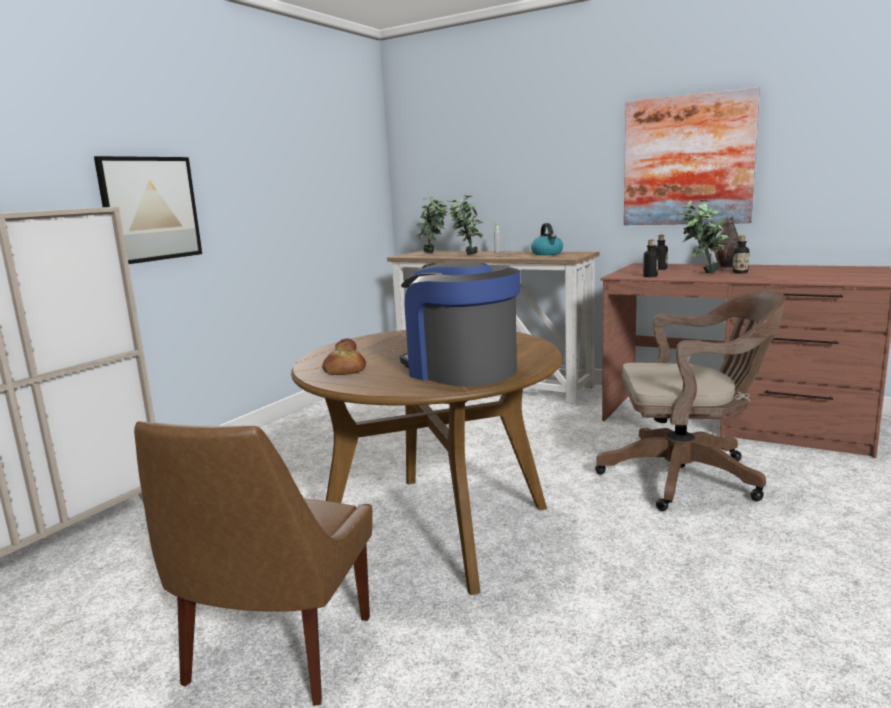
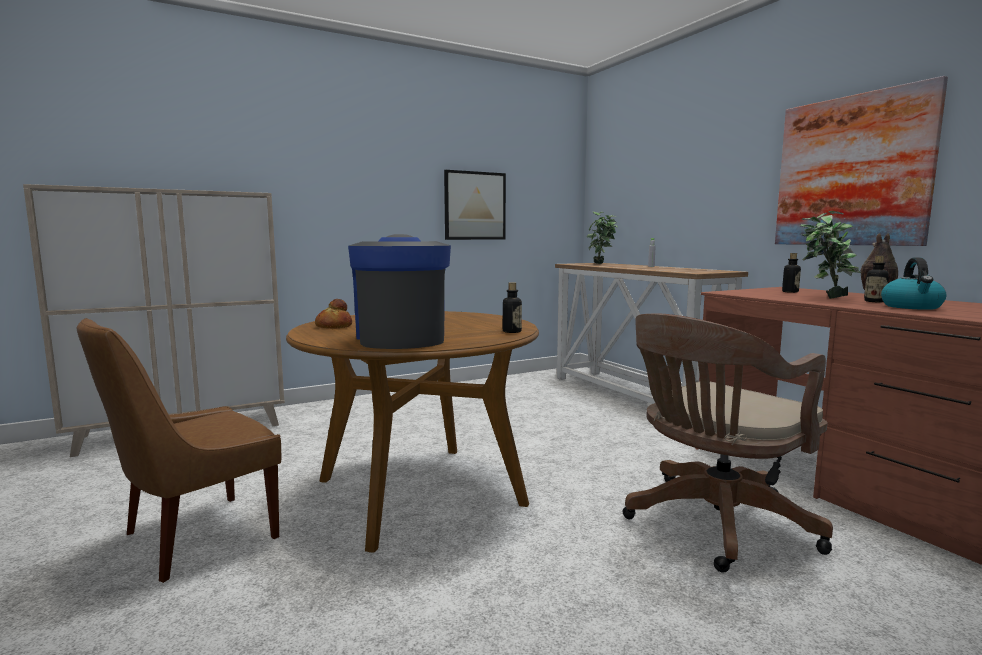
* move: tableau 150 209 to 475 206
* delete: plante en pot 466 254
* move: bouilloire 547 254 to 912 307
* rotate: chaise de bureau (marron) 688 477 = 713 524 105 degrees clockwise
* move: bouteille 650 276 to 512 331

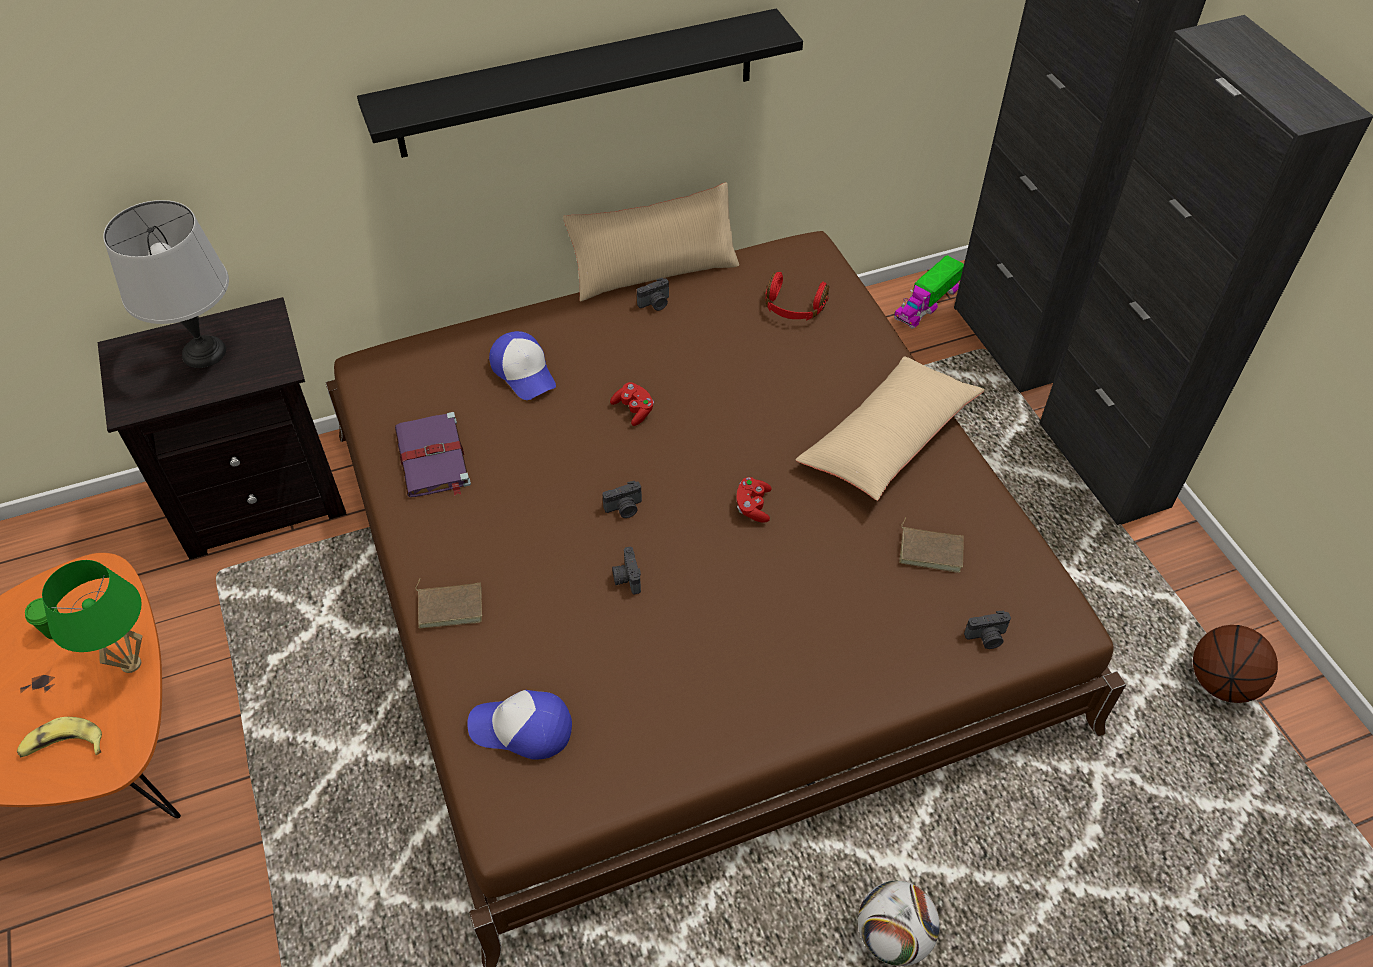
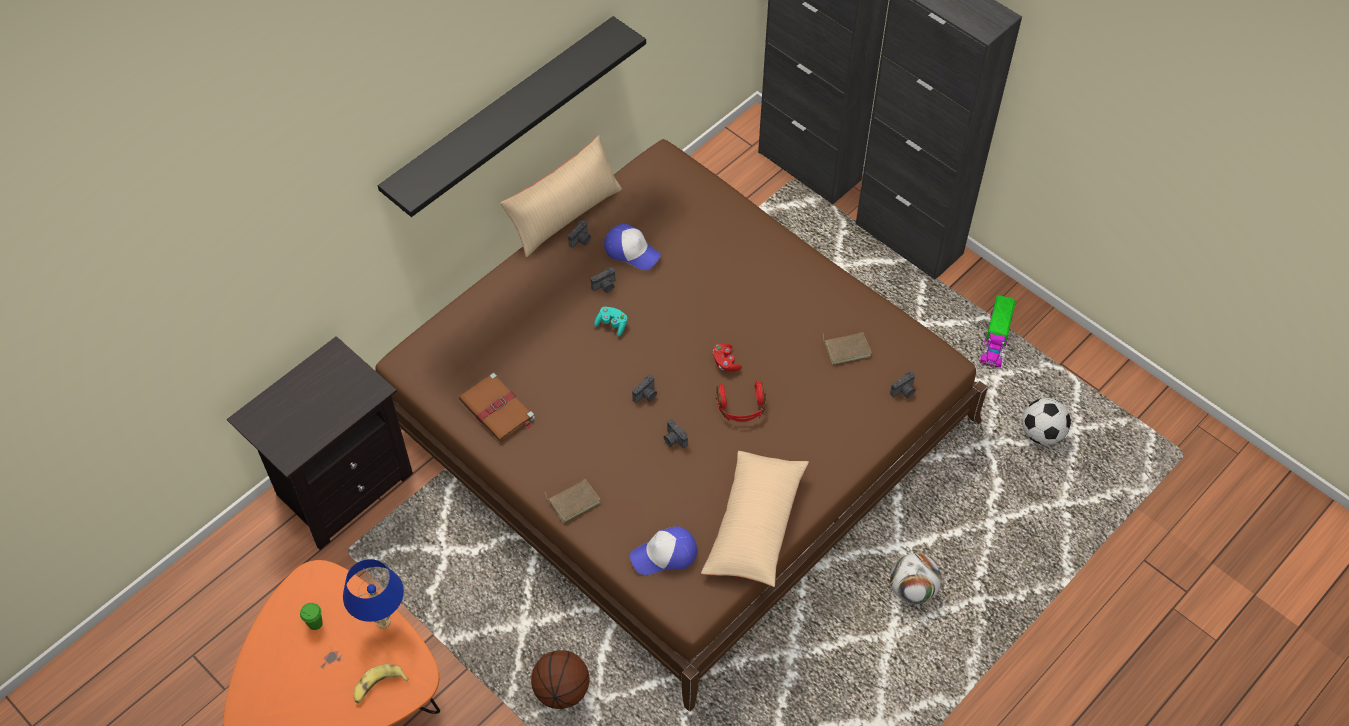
* recolor: lampe de table (vert) 131 664 to lampe de table (bleu) 383 622
* delete: lampe de table (gris) 204 353
* recolor: livre (violet) 433 459 to livre (marron) 498 410
* move: casquette 524 372 to 632 251
* recolor: manette (rouge) 634 410 to manette (turquoise) 612 324
* move: casque audio (rouge) 794 308 to 741 407
* move: coussin (beige) 888 439 to 755 525
* move: camion jouet 927 303 to 996 339
* move: ballon de basket 1221 681 to 561 689
* insert: appareil photo 605 286
* insert: ballon de foot 1041 433

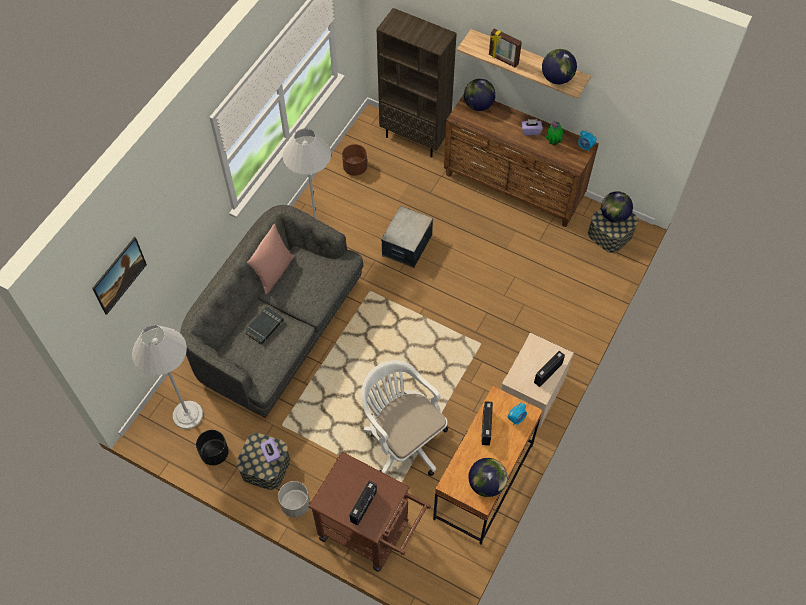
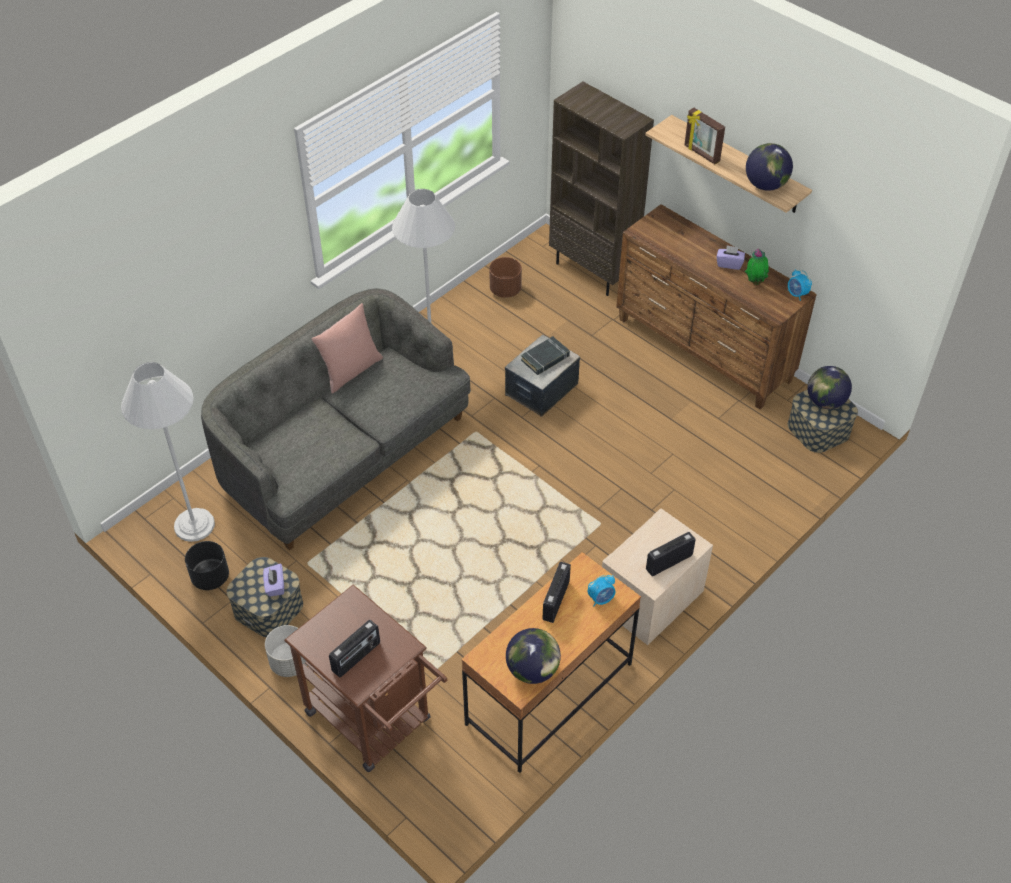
* delete: tableau 122 282
* move: livre (noir) 264 327 to 545 358
* delete: chaise de bureau (blanc) 402 439
* delete: globe 478 105

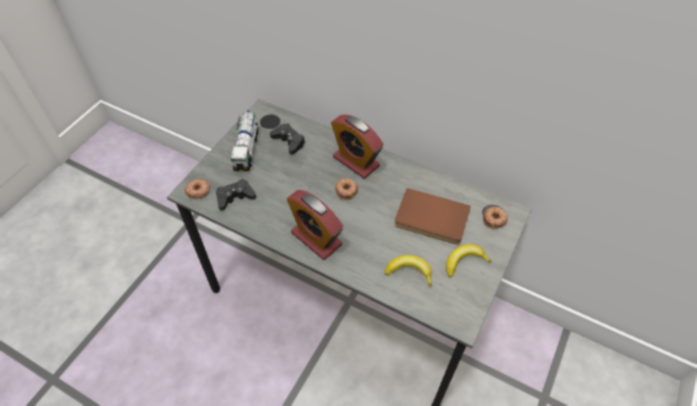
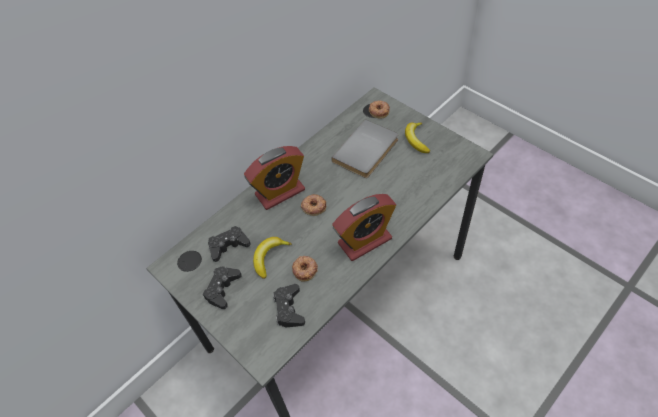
* move: beignet 198 191 to 305 269
* replace: camion jouet 246 149 to manette (noir) 222 289
* move: banane 409 272 to 269 257
* recolor: livre (marron) 431 220 to livre (gris) 367 151

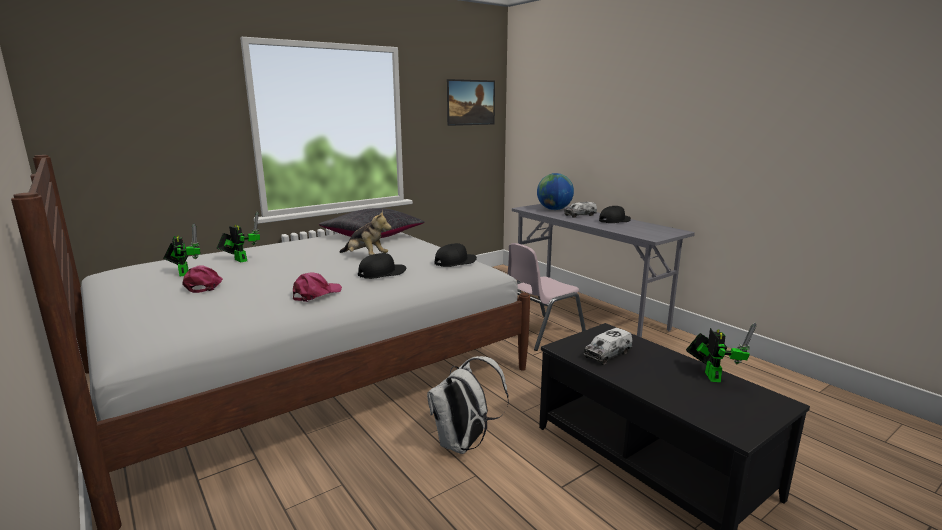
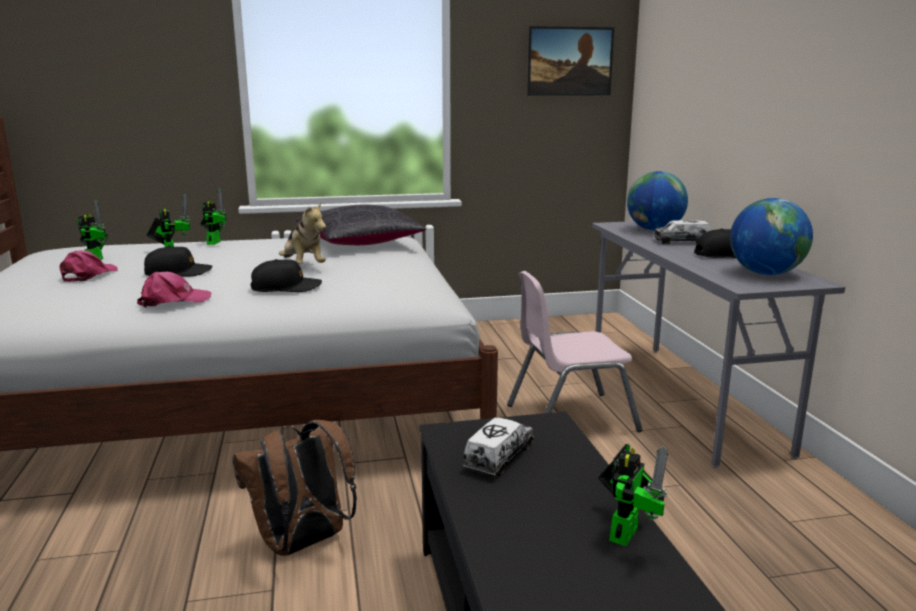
* recolor: sac à dos (blanc) 464 444 to sac à dos (marron) 302 544
* move: casquette (noir) 455 262 to 178 273
* rotate: camion jouet 607 354 = 499 457 135 degrees clockwise
* insert: robot jouet 215 242
* insert: globe 765 273

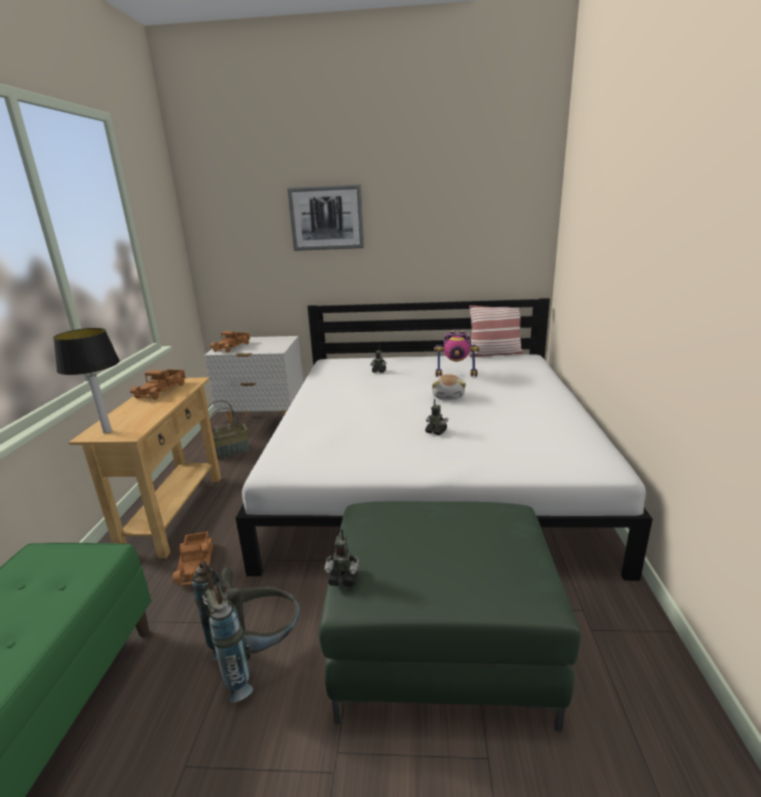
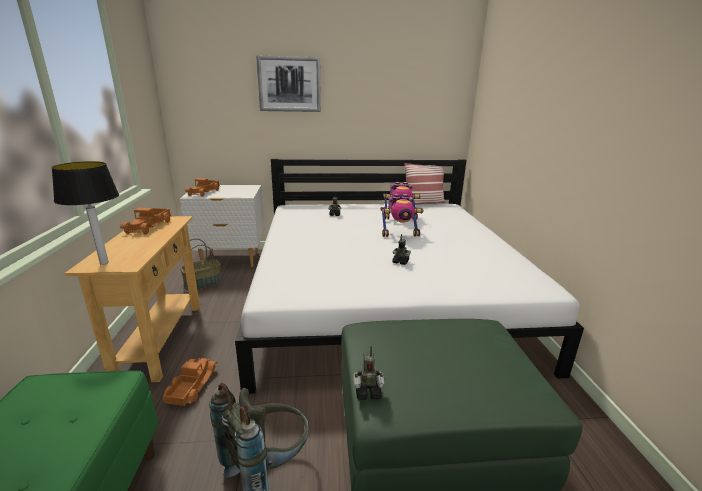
* rotate: camion jouet 196 564 = 191 386 150 degrees counterclockwise
* replace: peluche 448 396 to robot jouet 400 234

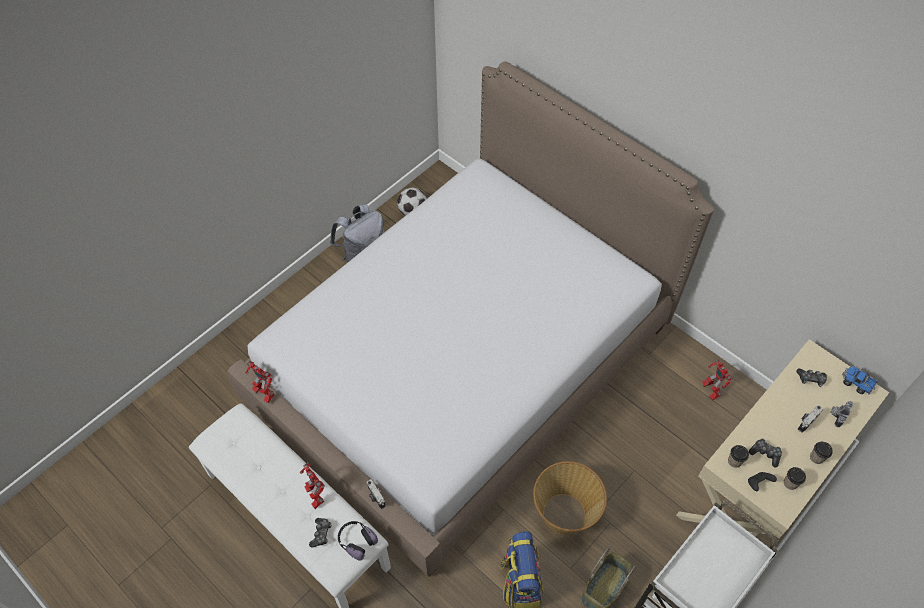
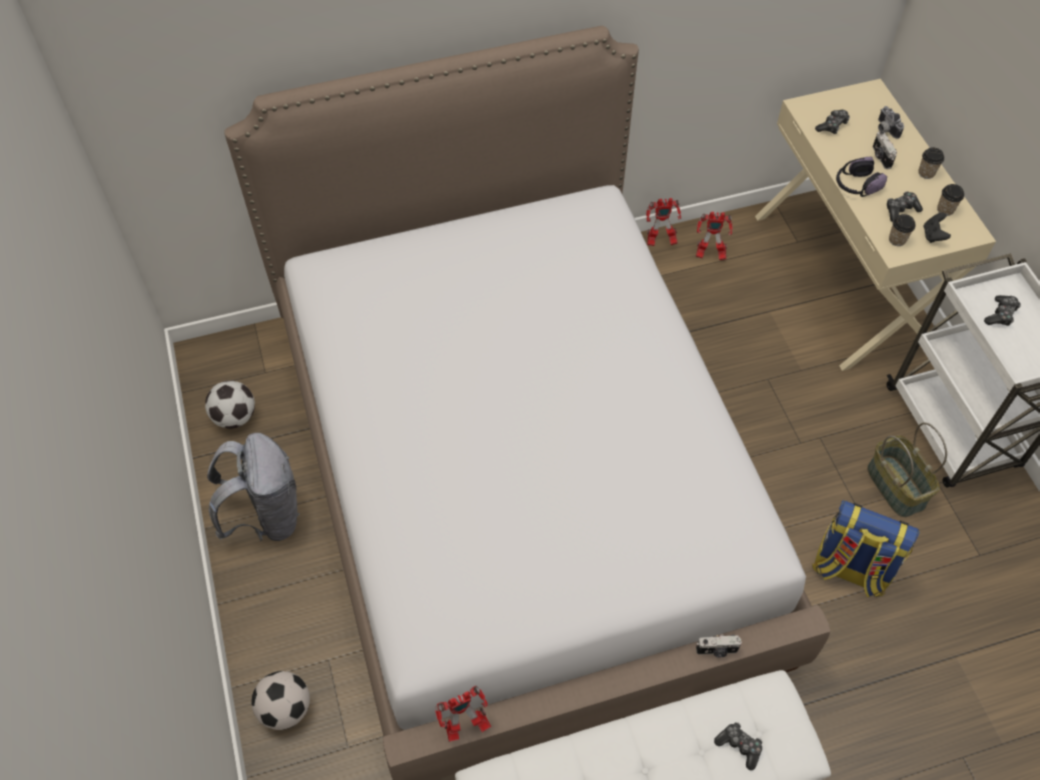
* move: robot jouet 315 494 to 660 241
* move: casque audio 356 541 to 856 185
* delete: panier 565 513
* delete: camion jouet 856 383
* insert: ballon de foot 285 709
* insert: manette 1000 315

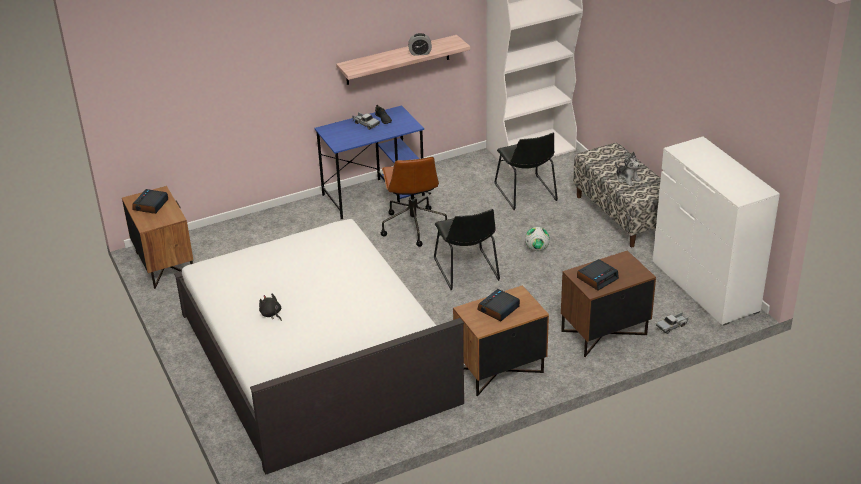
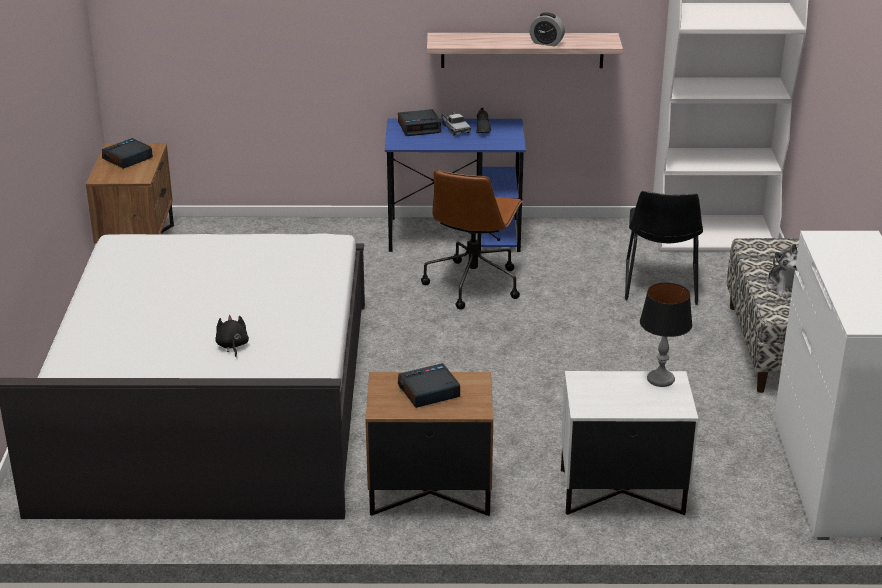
* move: peluche (noir) 271 314 to 232 346
* delete: chaise (noir) 467 271
* delete: ballon de foot 537 249
* recolor: table de chevet (marron) 604 333 to table de chevet (blanc) 621 493
* move: réveil 597 278 to 419 127
* delete: camion jouet 672 326
* insert: lampe de table 660 379

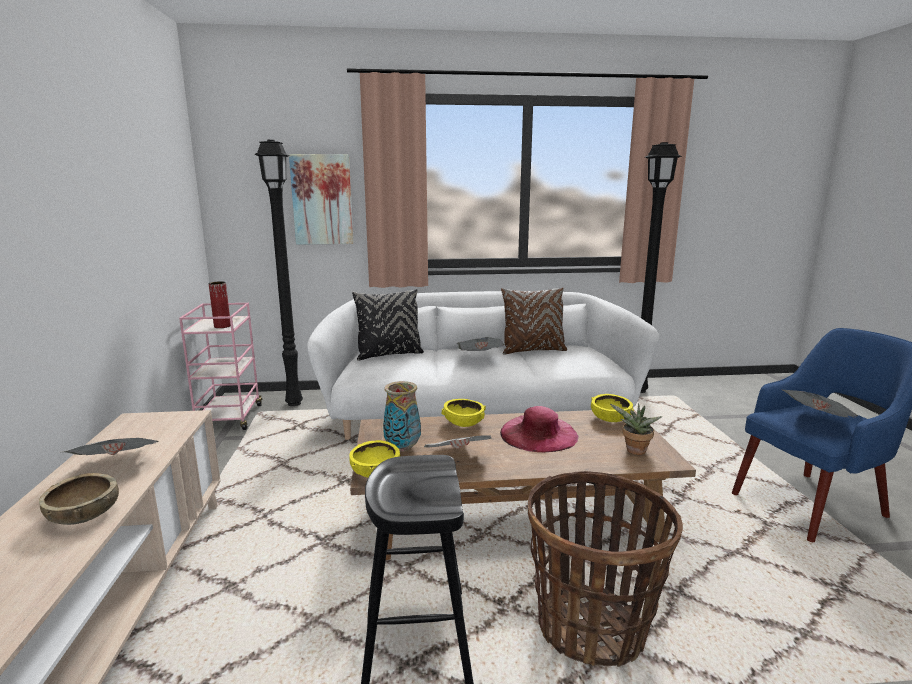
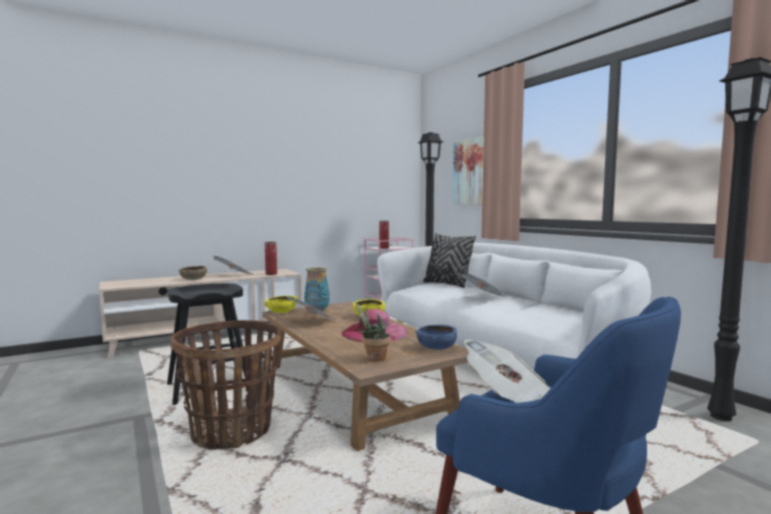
* delete: coussin (marron) 533 350
* recolor: bol (jaune) 610 419 to bol (bleu) 436 347
* insert: vase (rouge) 271 274

